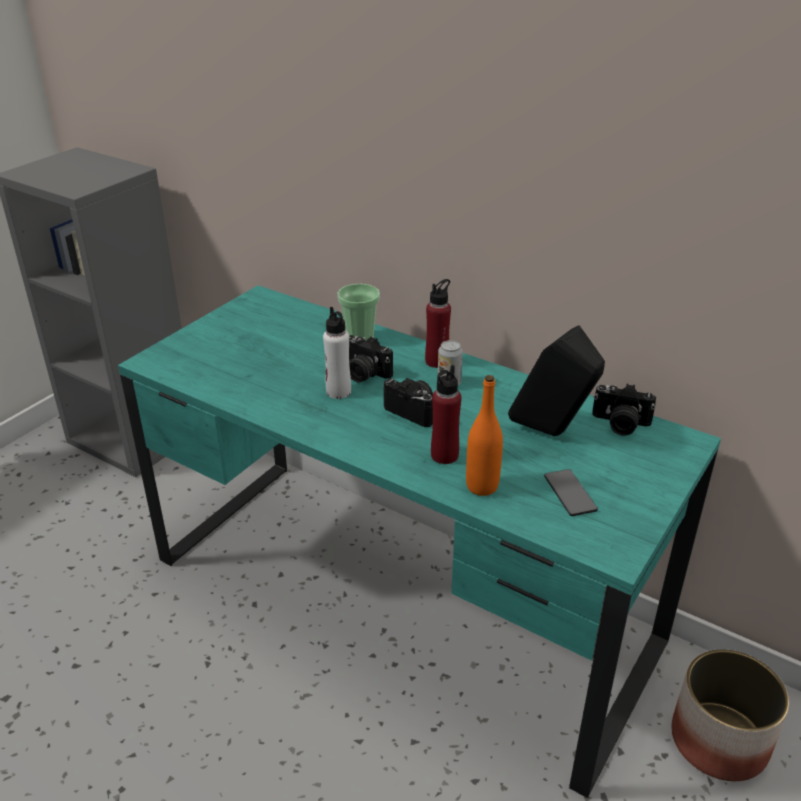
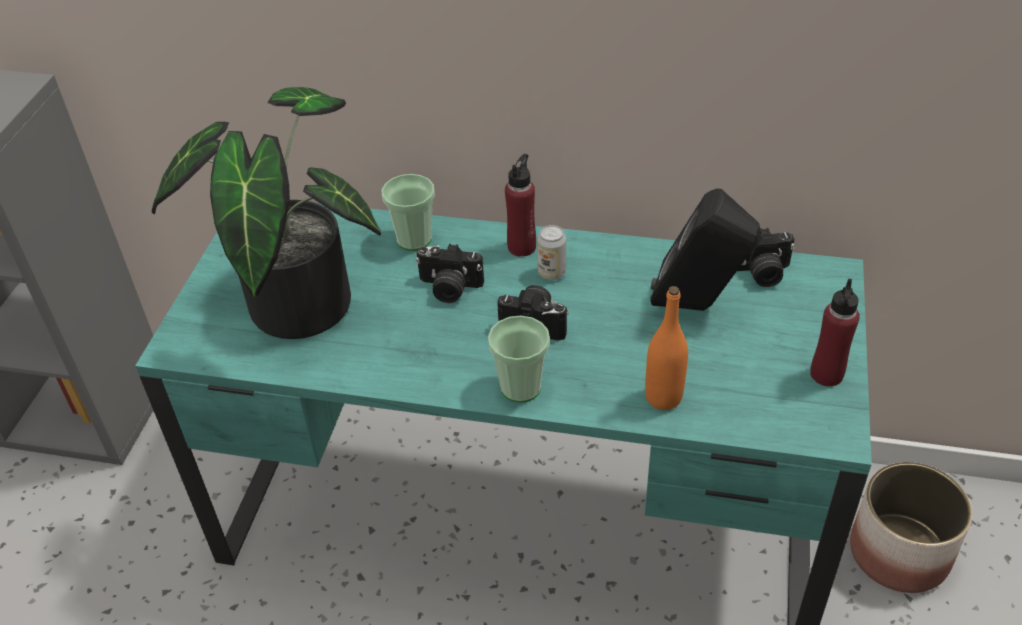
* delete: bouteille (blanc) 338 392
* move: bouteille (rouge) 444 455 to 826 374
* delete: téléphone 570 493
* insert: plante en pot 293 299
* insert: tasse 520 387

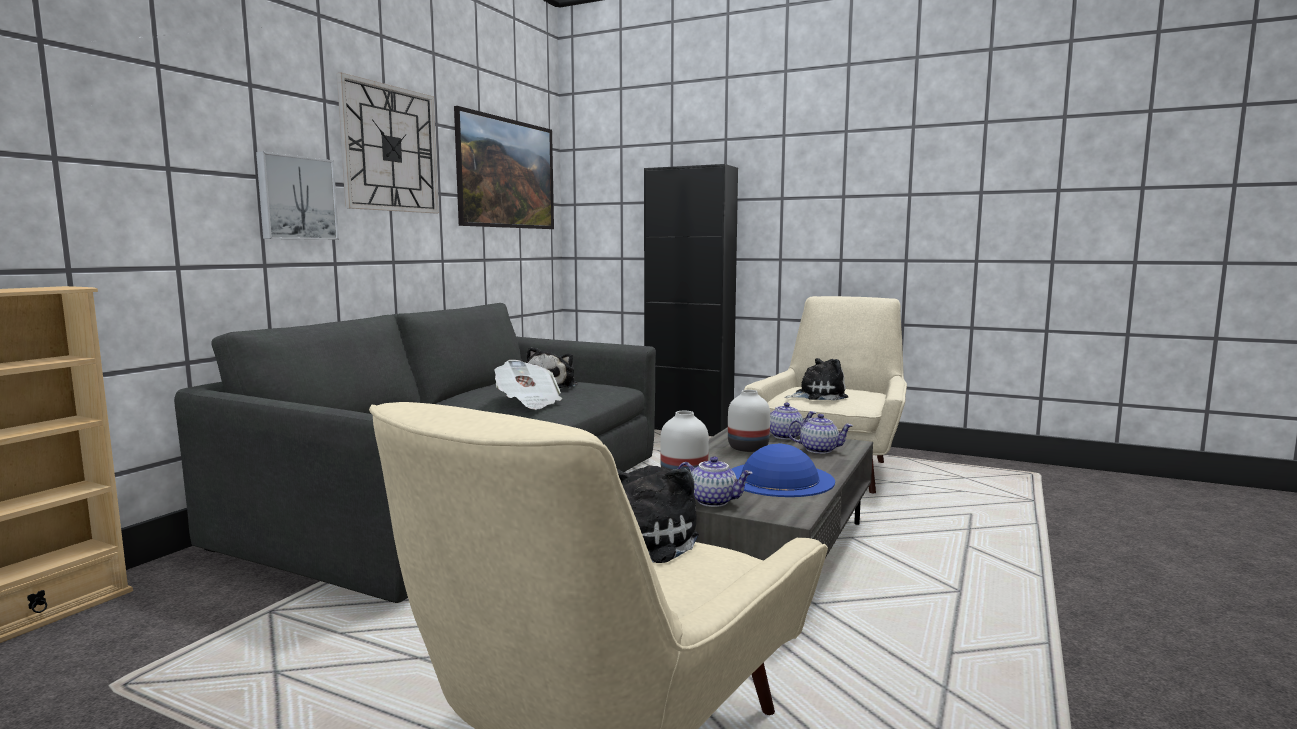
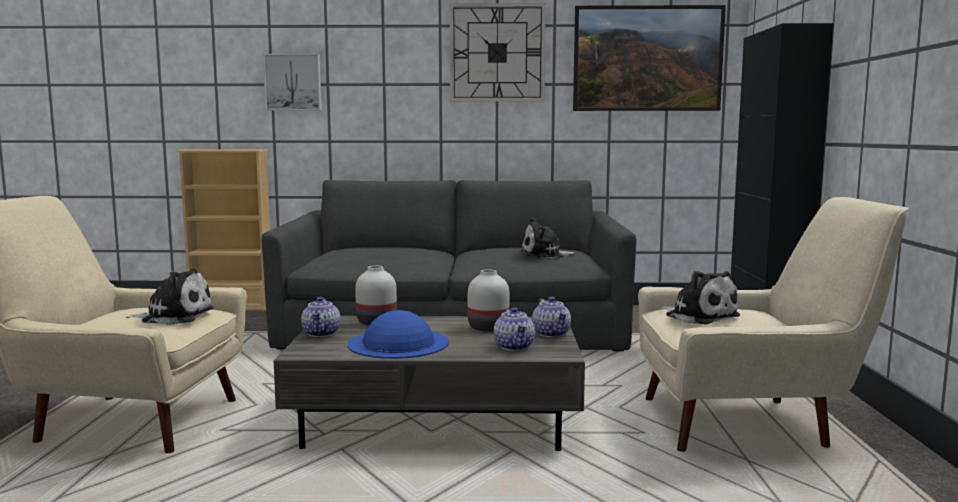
* move: tableau 296 198 to 293 82
* delete: journal 528 402

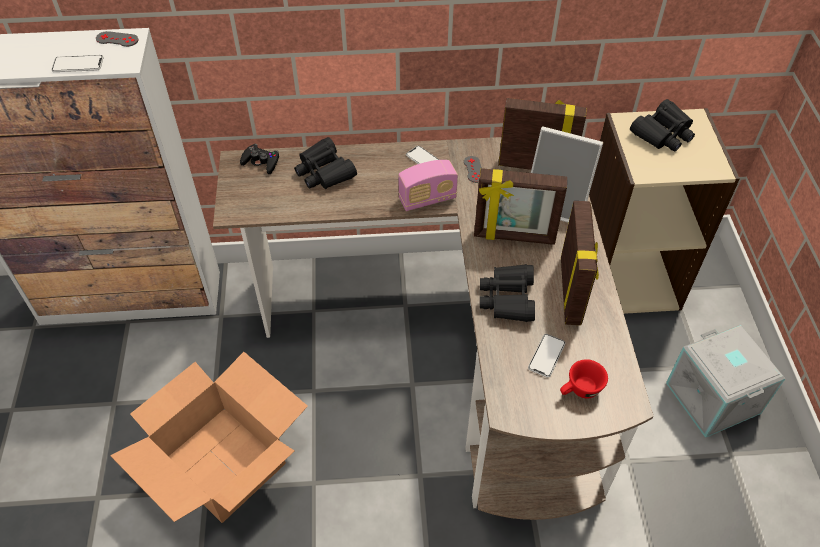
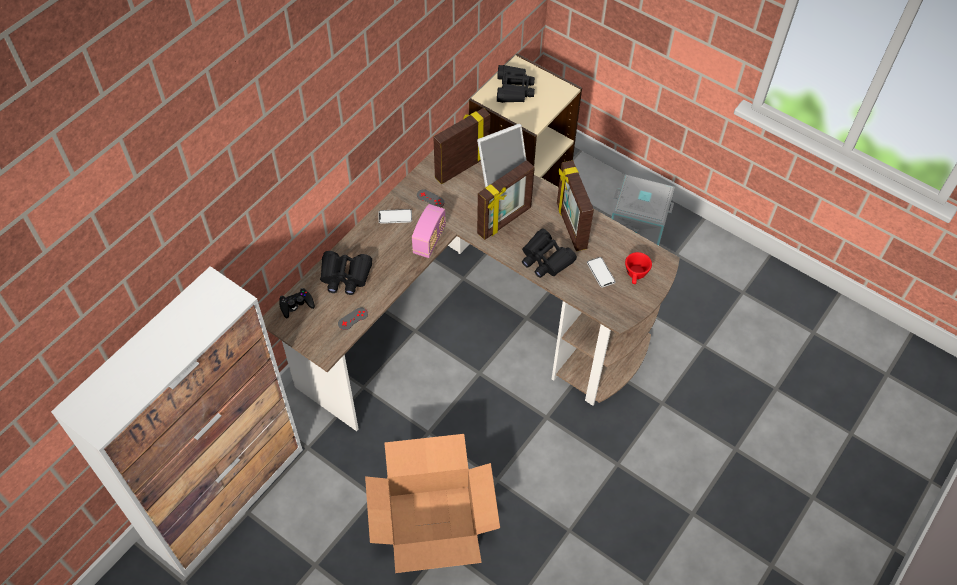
* delete: téléphone 78 64
* move: manette (gris) 117 39 to 353 319
* rotate: cadre photo 571 291 = 570 226 150 degrees counterclockwise

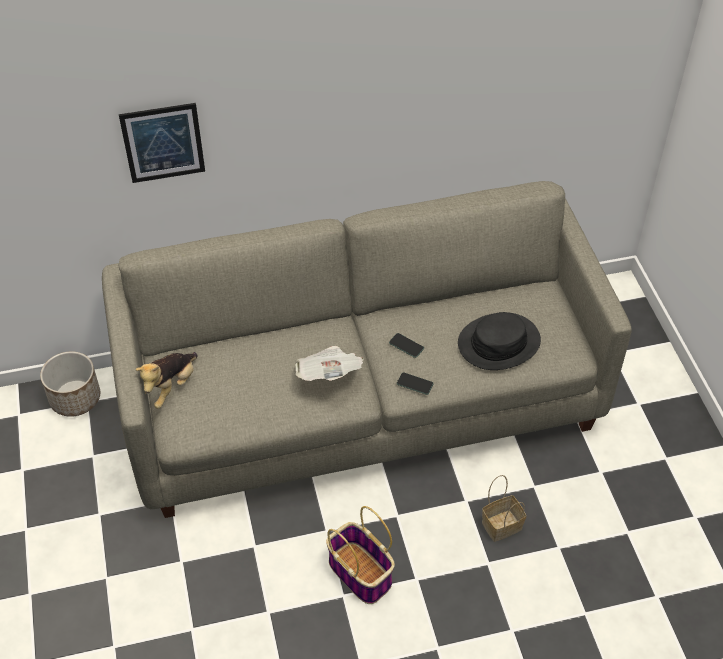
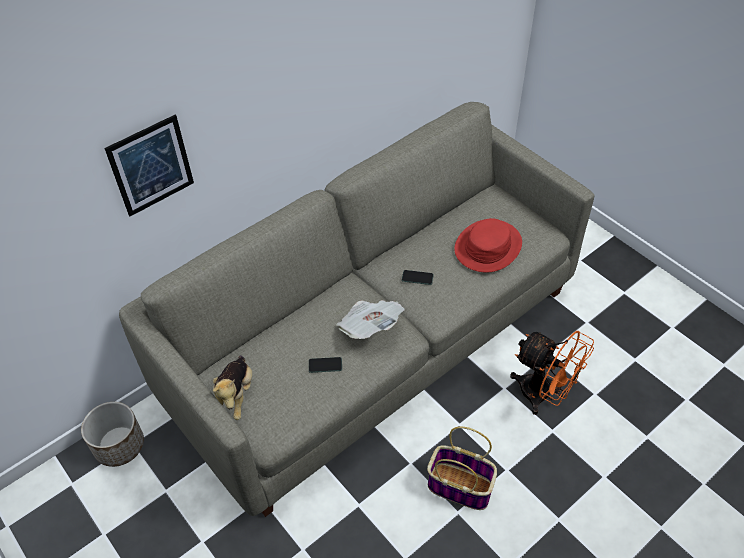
* move: téléphone 415 384 to 325 365
* recolor: chapeau (noir) 498 342 to chapeau (rouge) 487 246
* replace: panier 502 524 to ventilateur (orange) 543 395

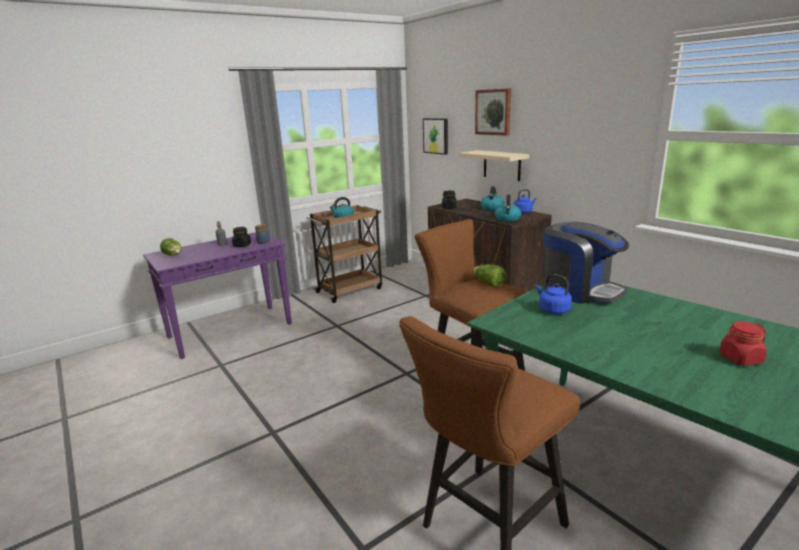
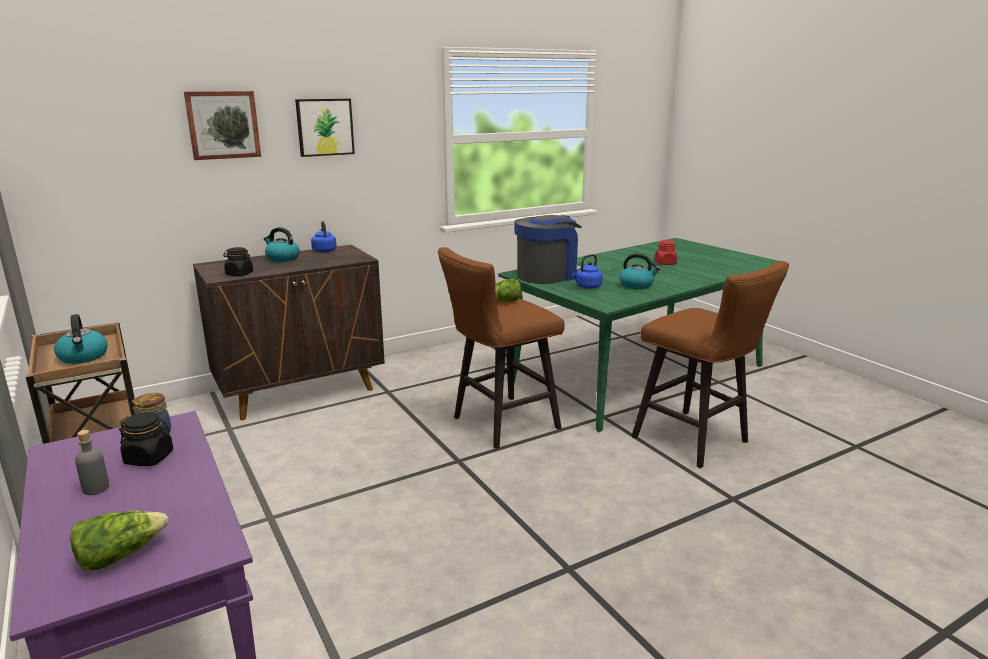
* move: tableau 436 136 to 324 127
* delete: étagère (beige) 502 165
* move: bouilloire 508 219 to 636 285

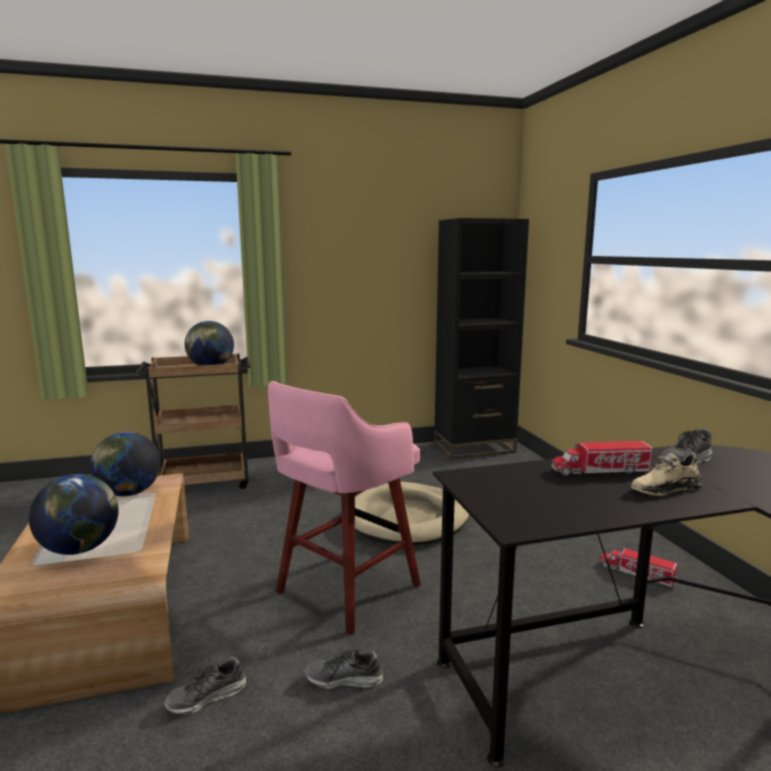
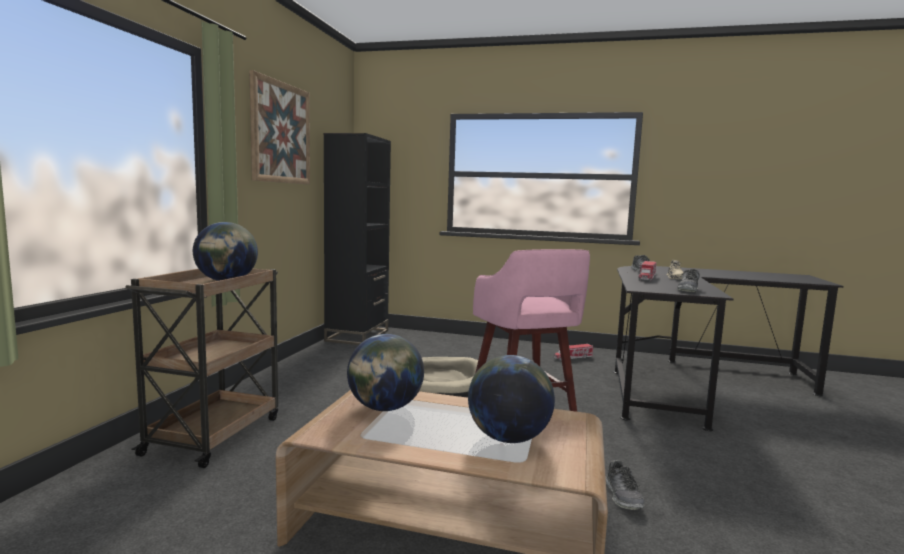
* move: chaussure 344 679 to 688 290
* insert: tableau 281 133

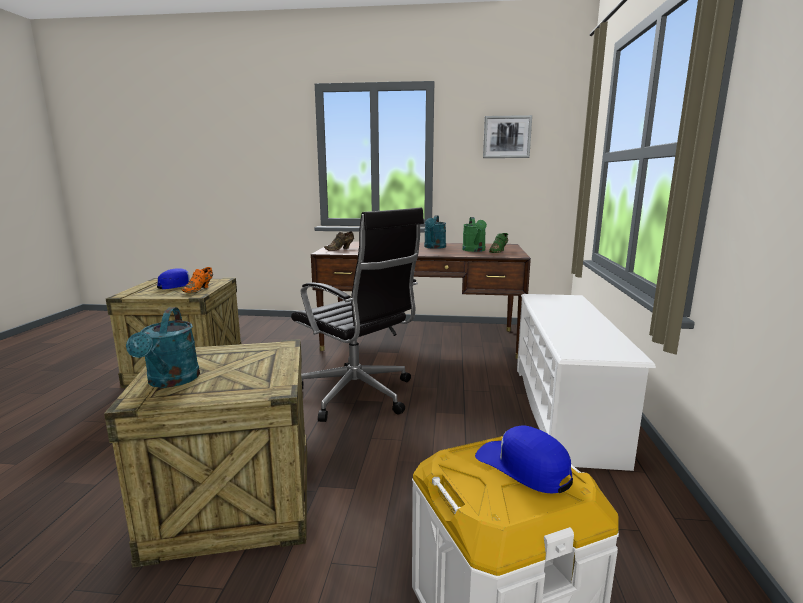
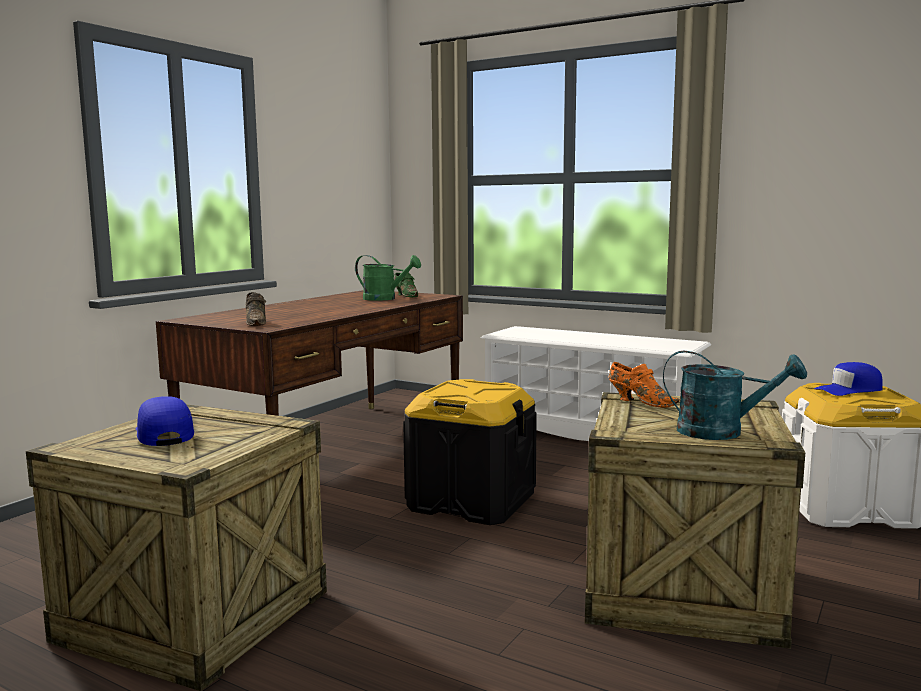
* move: chaussure (orange) 199 289 to 640 402
* replace: chaise de bureau (noir) 358 395 to boîte de rangement (noir) 471 501
* delete: arrosoir (turquoise) 434 247
* delete: tableau 506 137

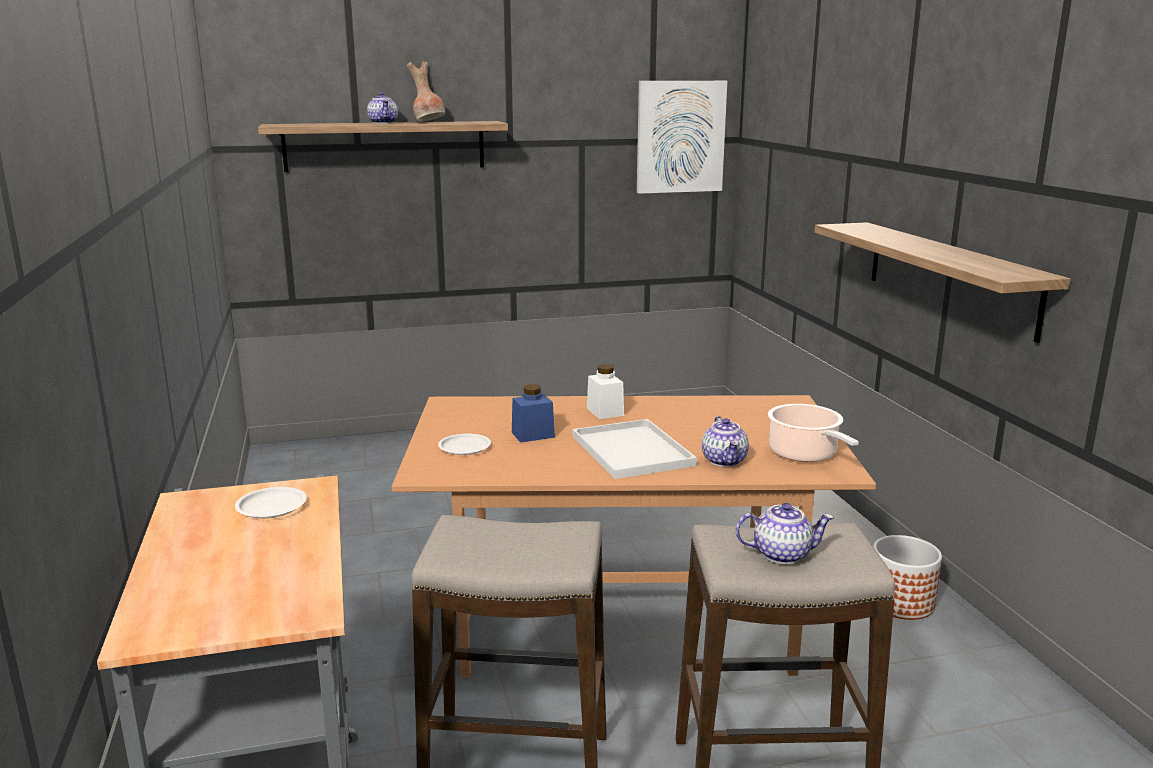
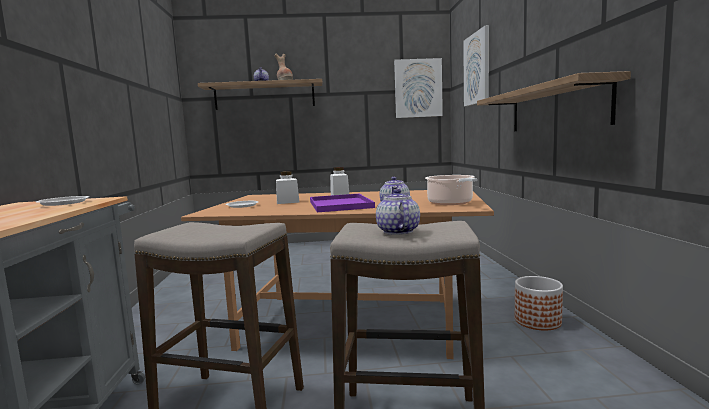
* recolor: bocal (bleu) 533 435 to bocal (blanc) 287 202
* recolor: plateau (blanc) 634 451 to plateau (violet) 341 205
* rotate: théière 782 554 = 397 231 105 degrees counterclockwise
* insert: tableau 477 69

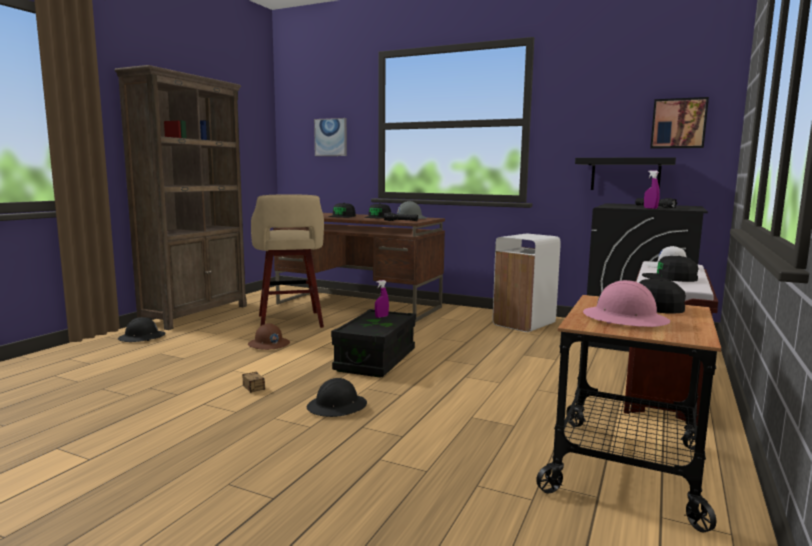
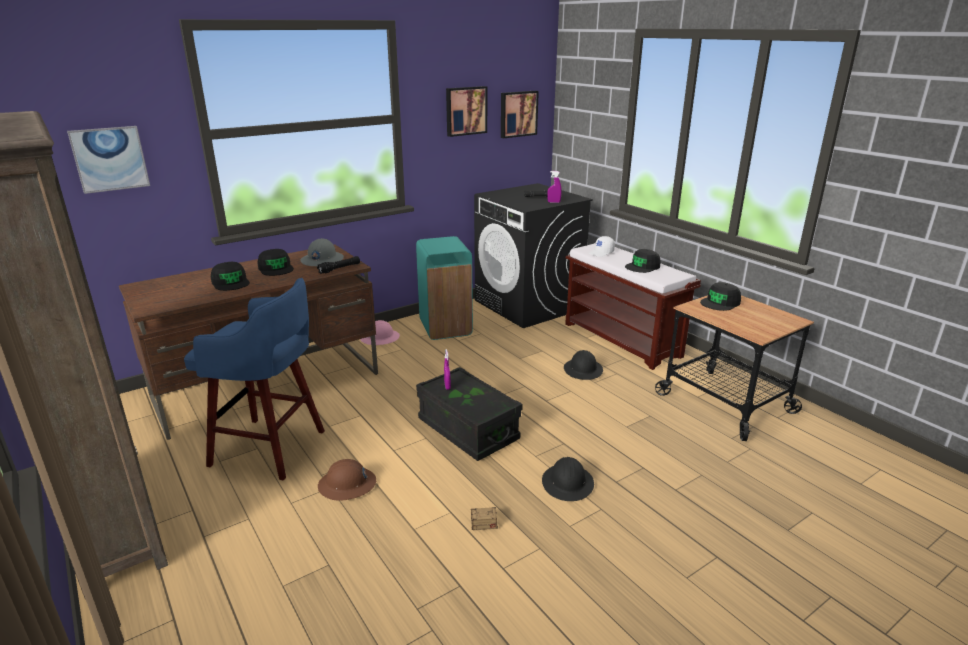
* move: casque de chantier (noir) 142 337 to 583 370
* recolor: tabouret (beige) 290 322 to tabouret (bleu) 271 449
* recolor: poubelle (blanc) 524 324 to poubelle (turquoise) 446 327
* delete: étagère (noir) 625 174
* move: casque de chantier (rose) 625 319 to 380 338
* insert: tableau 465 111

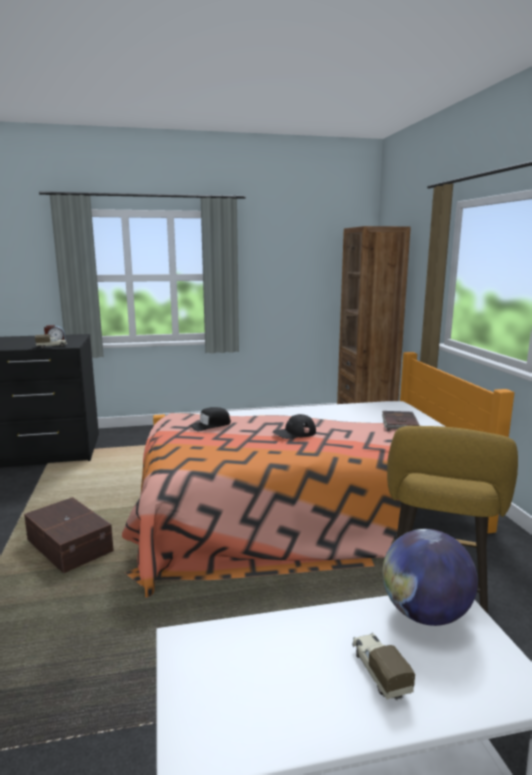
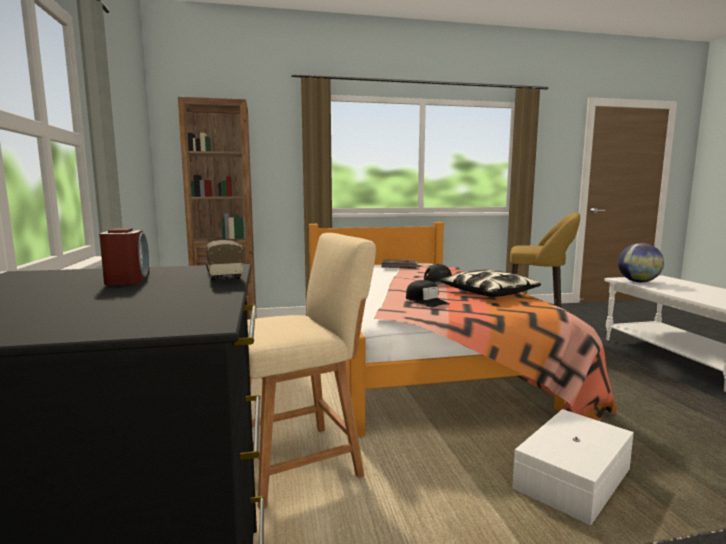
* recolor: boîte de rangement (marron) 70 545 to boîte de rangement (blanc) 570 479
* delete: camion jouet 379 672
* insert: tabouret (beige) 303 462
* insert: coussin 488 293

